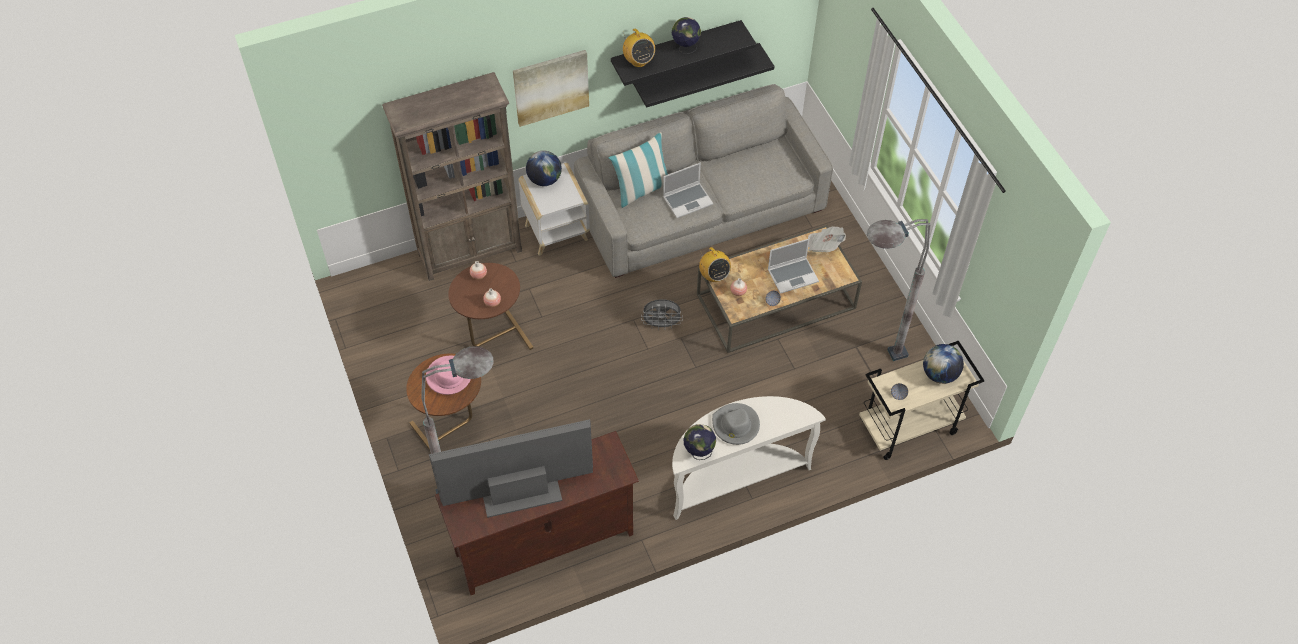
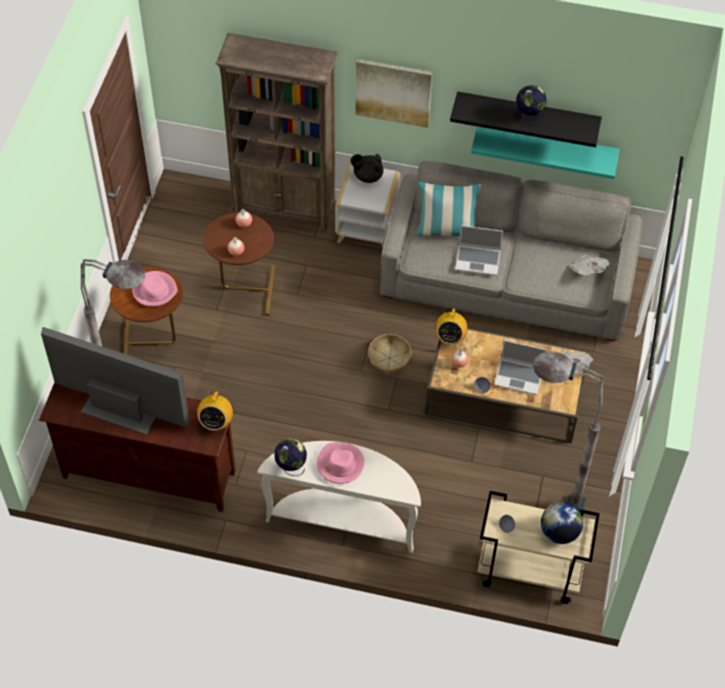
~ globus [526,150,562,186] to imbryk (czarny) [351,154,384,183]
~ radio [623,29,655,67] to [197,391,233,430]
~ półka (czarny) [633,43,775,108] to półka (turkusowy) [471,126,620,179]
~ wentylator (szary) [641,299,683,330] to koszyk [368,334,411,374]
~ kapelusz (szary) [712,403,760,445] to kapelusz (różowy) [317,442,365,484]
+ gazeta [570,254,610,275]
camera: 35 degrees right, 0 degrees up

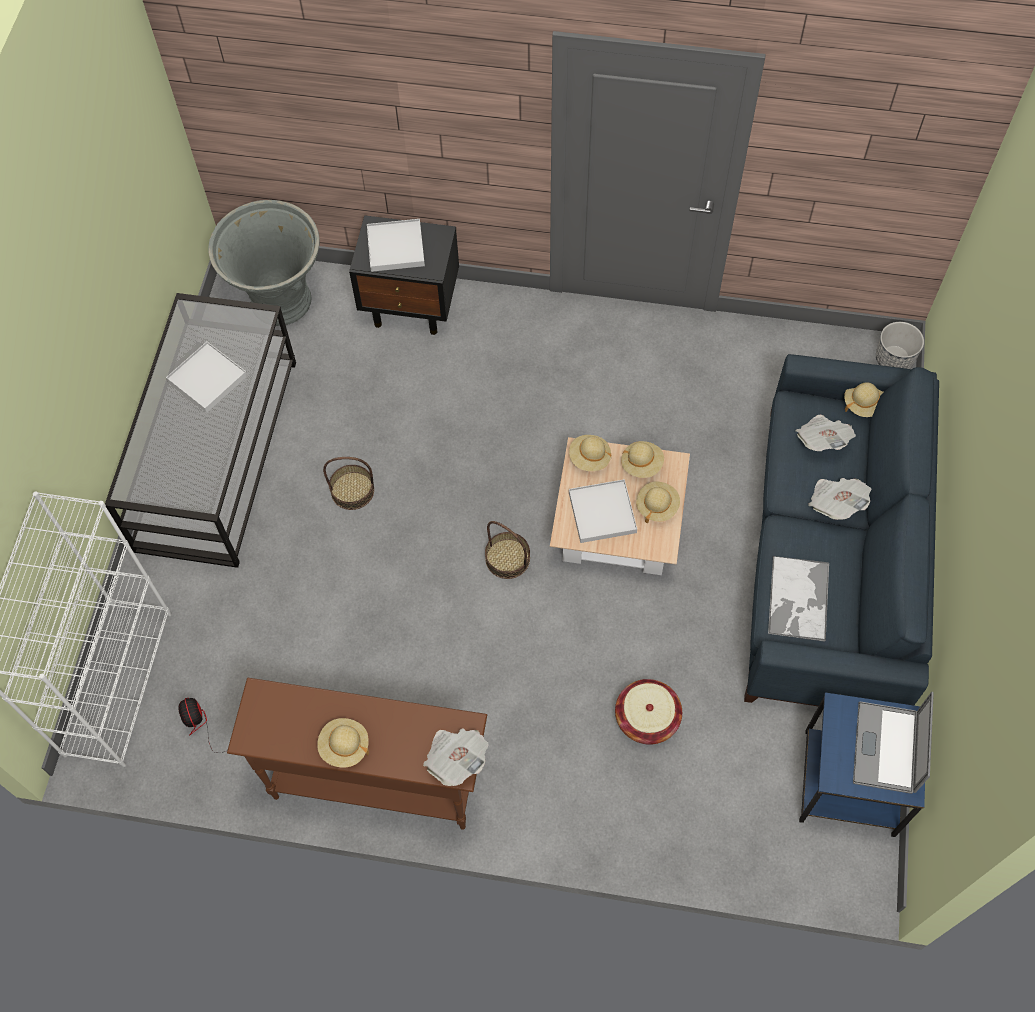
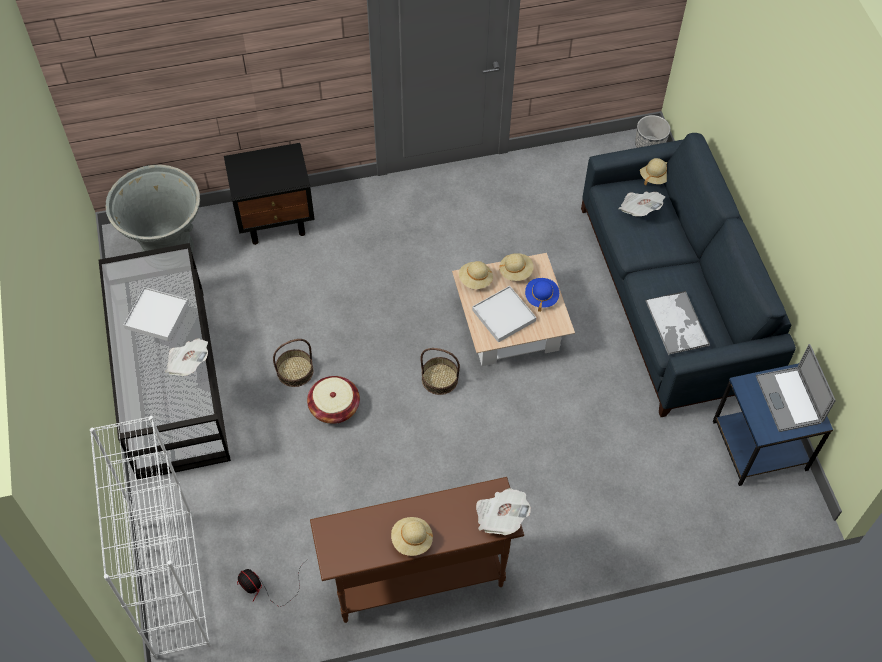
- taca (biały) [367,219,425,272]
~ koszyk [615,679,682,745] to [307,376,360,424]
~ kapelusz (beżowy) [636,482,680,523] to kapelusz (niebieski) [525,278,559,312]
~ gazeta [808,478,872,520] to [165,338,208,376]
camera: 25 degrees left, 5 degrees down

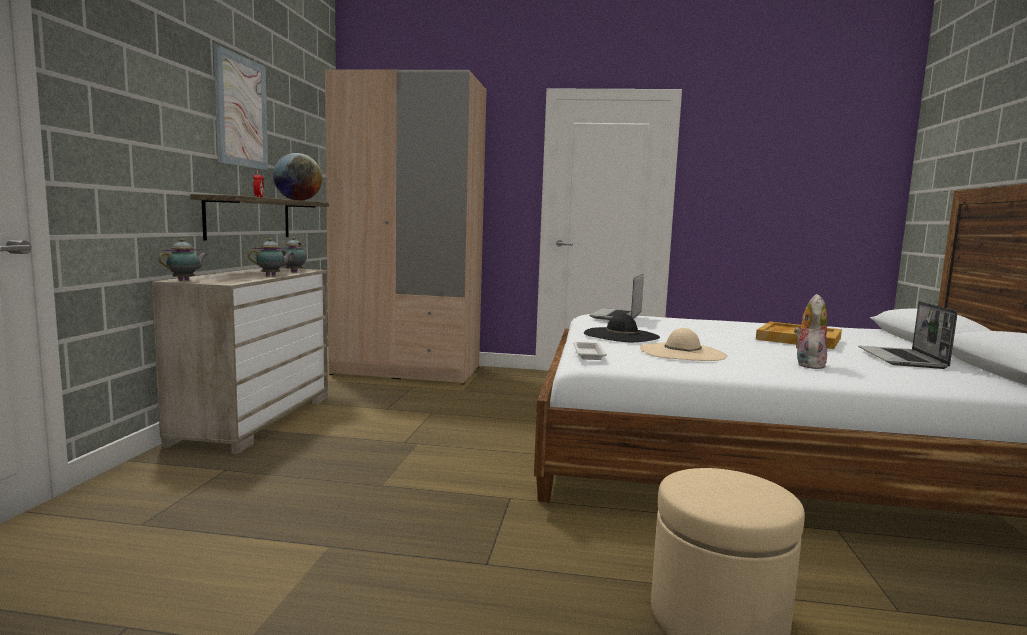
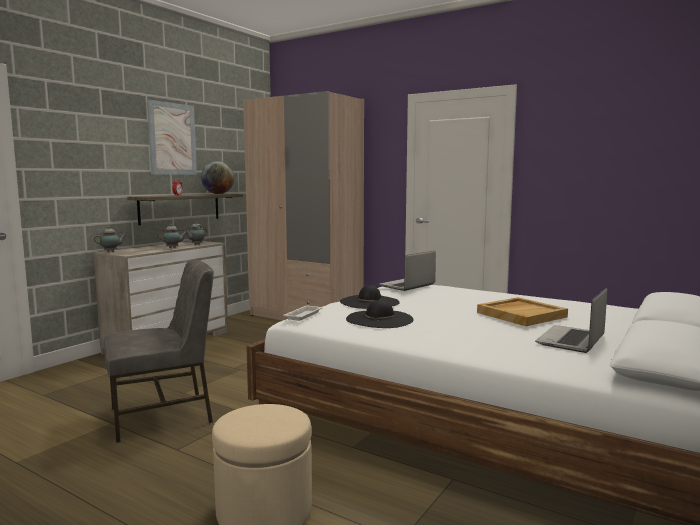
~ kapelusz (beżowy) [640,328,727,361] to kapelusz (czarny) [346,300,413,328]
- pluszak [794,294,827,369]
+ krzesło (szary) [104,259,214,443]
camera: 25 degrees right, 0 degrees up

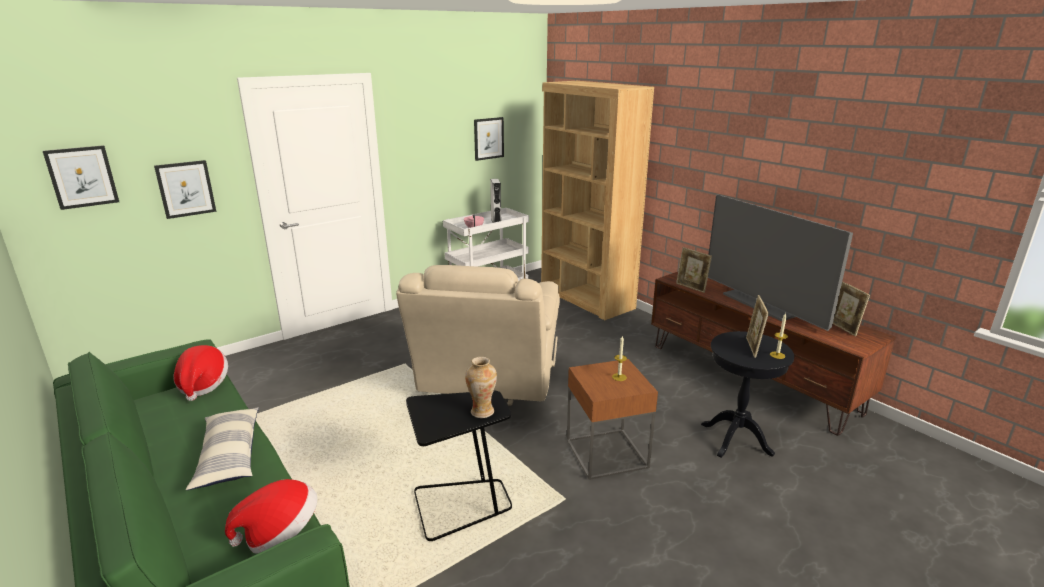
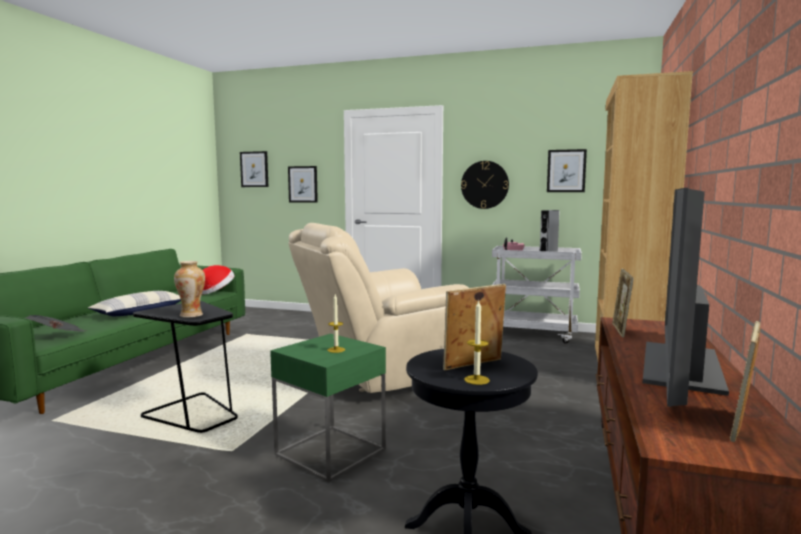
~ kapelusz [225,479,317,554] to gazeta [25,315,86,332]
~ stolik (brązowy) [567,359,658,480] to stolik (zielony) [270,334,386,483]
+ zegar ścienny [461,161,509,209]
camera: 55 degrees right, 15 degrees down

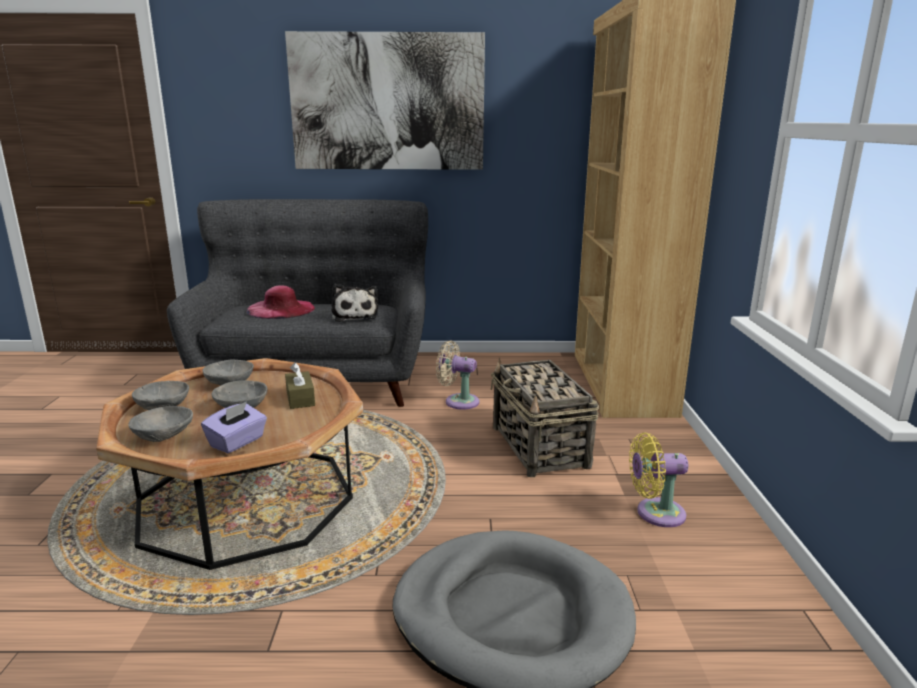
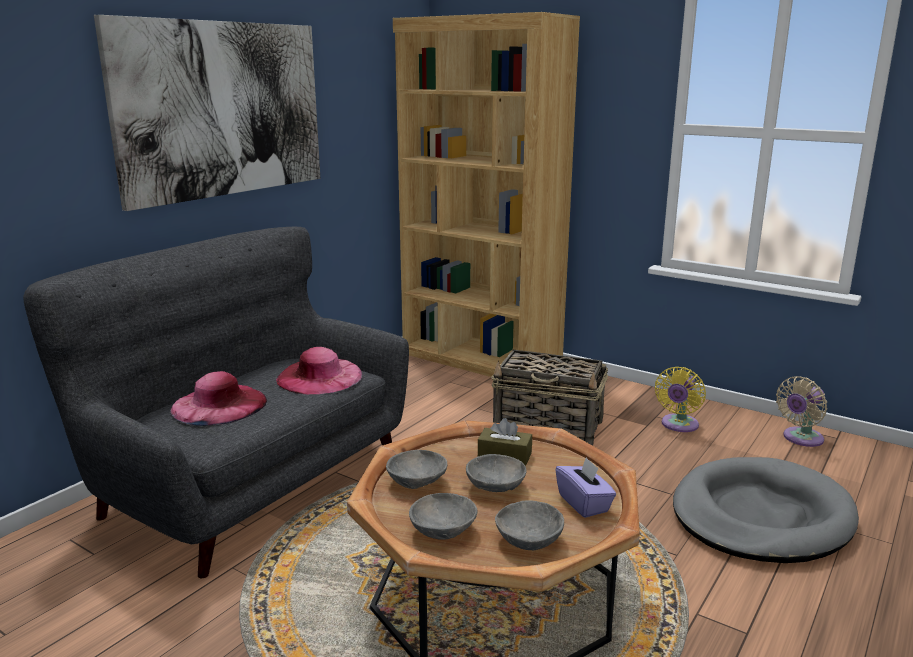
~ pluszak [331,284,379,322] to kapelusz (różowy) [276,347,362,394]
~ wentylator (beżowy) [436,340,479,410] to [776,376,827,447]
camera: 55 degrees left, 0 degrees up

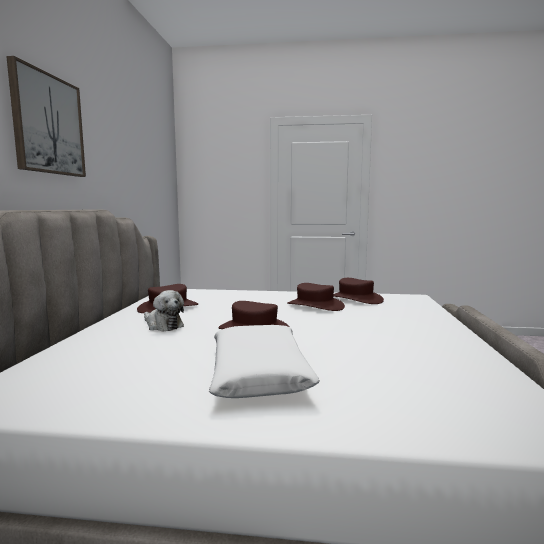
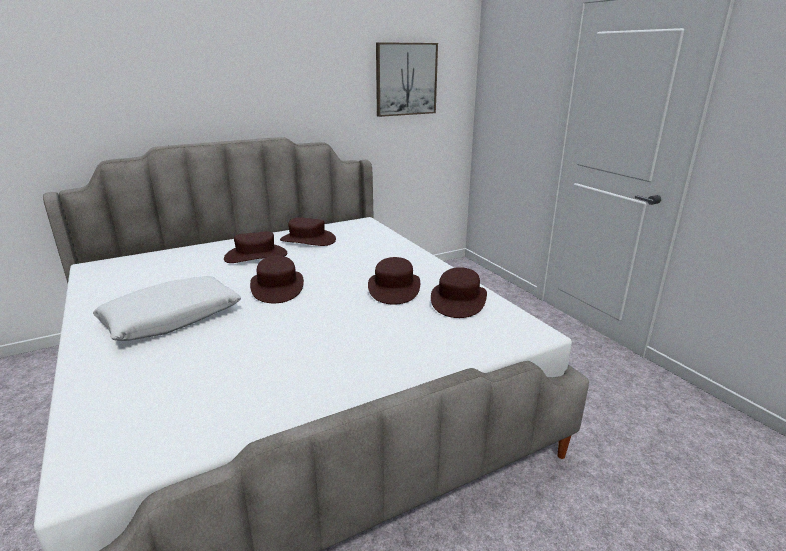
~ obraz [6,56,86,177] to [376,42,438,117]
~ pluszak [144,290,184,331] to kapelusz (brązowy) [224,231,287,263]
camera: 55 degrees right, 15 degrees up

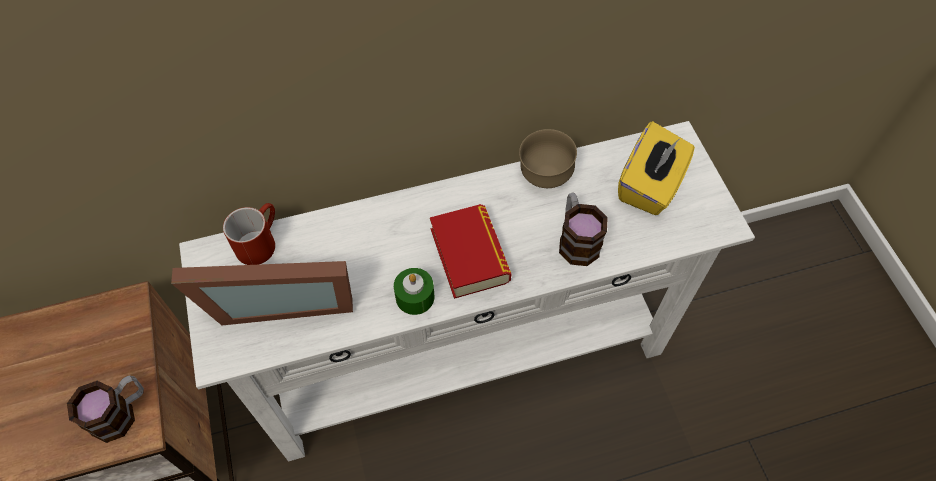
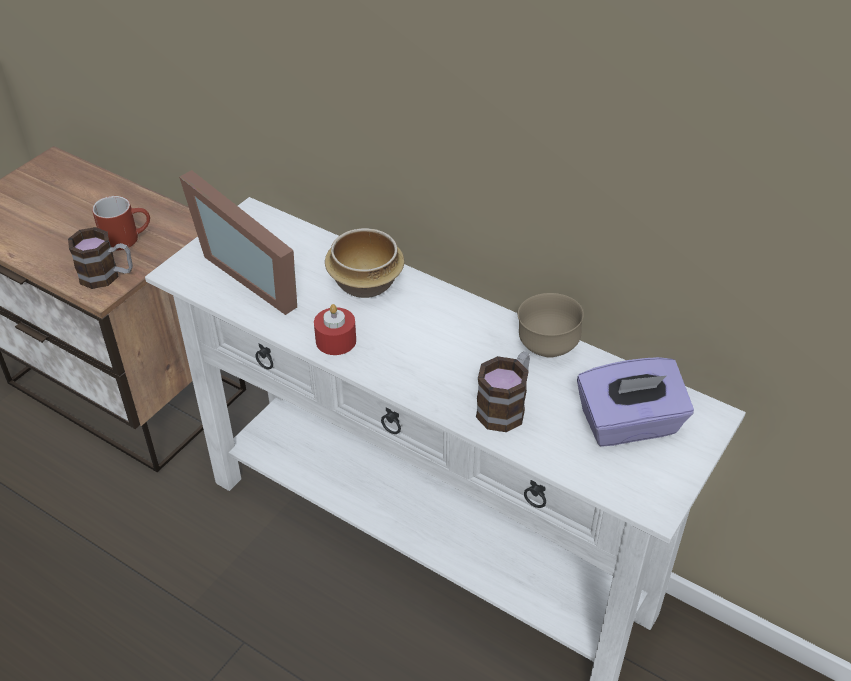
~ kubek (czerwony) [223,203,275,265] to [92,196,150,251]
~ świeca (zielony) [394,268,434,315] to świeca (czerwony) [314,304,356,355]
- książka [430,204,511,299]
~ pudełko chusteczek (żółty) [618,121,695,215] to pudełko chusteczek (fioletowy) [577,357,694,447]
+ miska [325,228,404,298]
camera: 50 degrees right, 15 degrees down

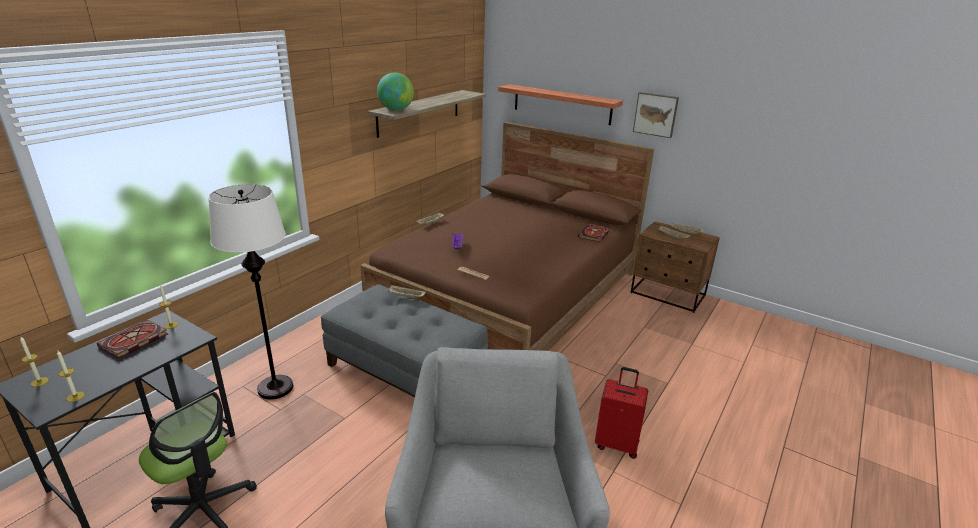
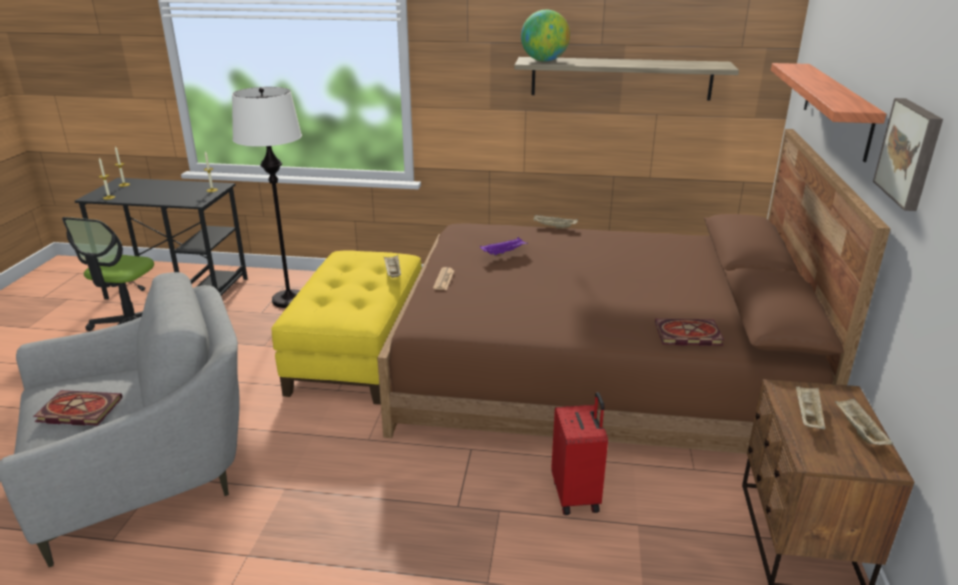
~ książka [97,320,168,359] to [33,390,122,426]
~ pufa (szary) [321,284,488,397] to pufa (żółty) [271,251,422,405]
~ walizka (czerwony) [595,367,648,459] to [551,392,608,515]
camera: 65 degrees right, 0 degrees up

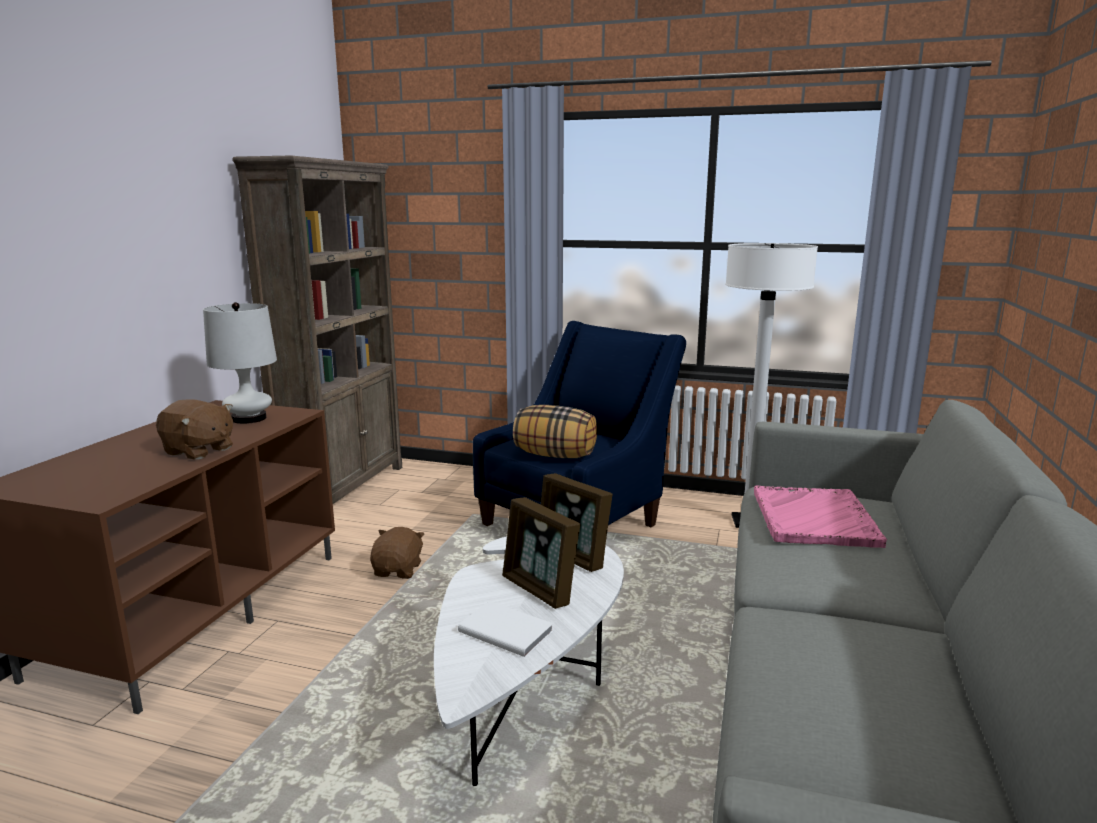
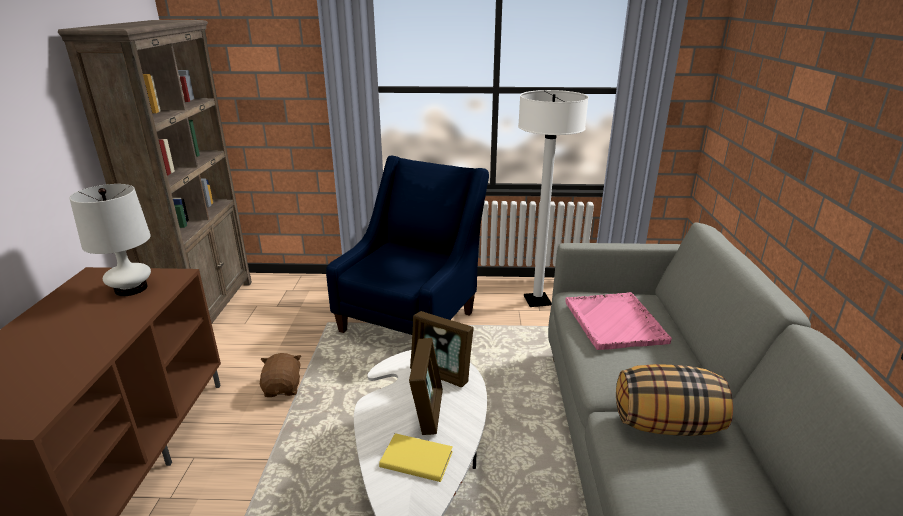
- pluszak (brązowy) [156,399,233,460]
~ książka (biały) [458,601,553,657] to książka (żółty) [379,433,453,482]
~ ramka na zdjęcie [502,497,580,609] = [409,338,443,435] 120 degrees counterclockwise
~ poduszka [513,405,597,458] to [616,364,733,436]
camera: 15 degrees left, 10 degrees up

